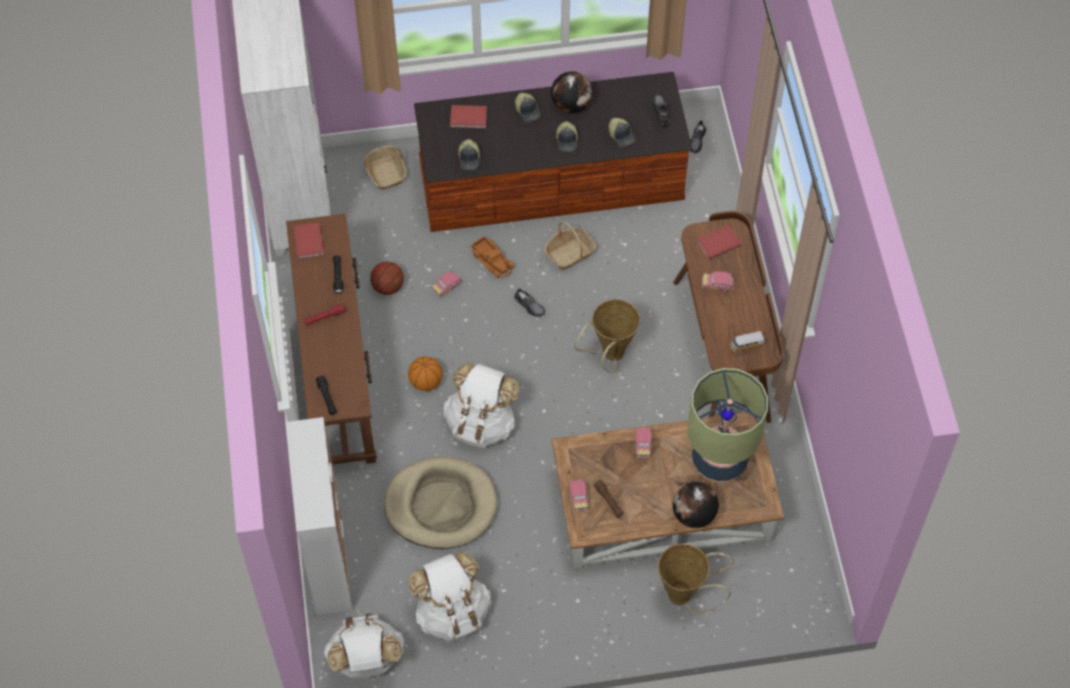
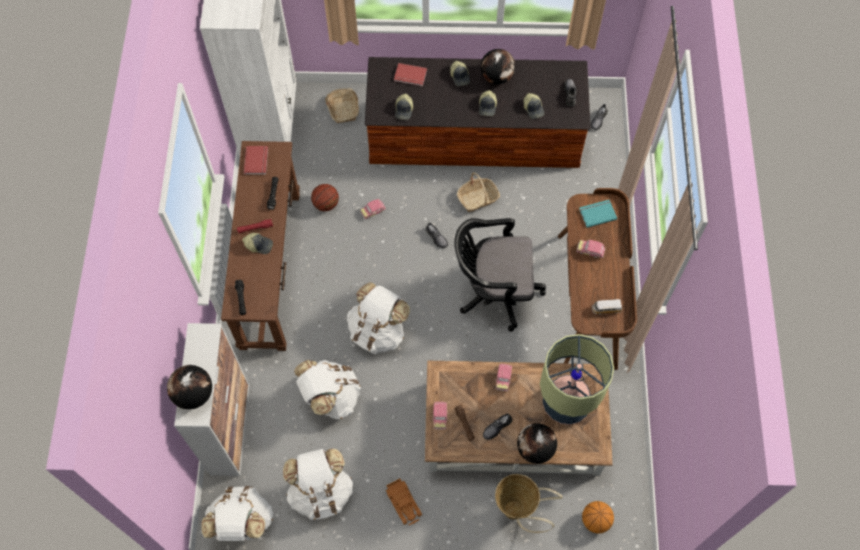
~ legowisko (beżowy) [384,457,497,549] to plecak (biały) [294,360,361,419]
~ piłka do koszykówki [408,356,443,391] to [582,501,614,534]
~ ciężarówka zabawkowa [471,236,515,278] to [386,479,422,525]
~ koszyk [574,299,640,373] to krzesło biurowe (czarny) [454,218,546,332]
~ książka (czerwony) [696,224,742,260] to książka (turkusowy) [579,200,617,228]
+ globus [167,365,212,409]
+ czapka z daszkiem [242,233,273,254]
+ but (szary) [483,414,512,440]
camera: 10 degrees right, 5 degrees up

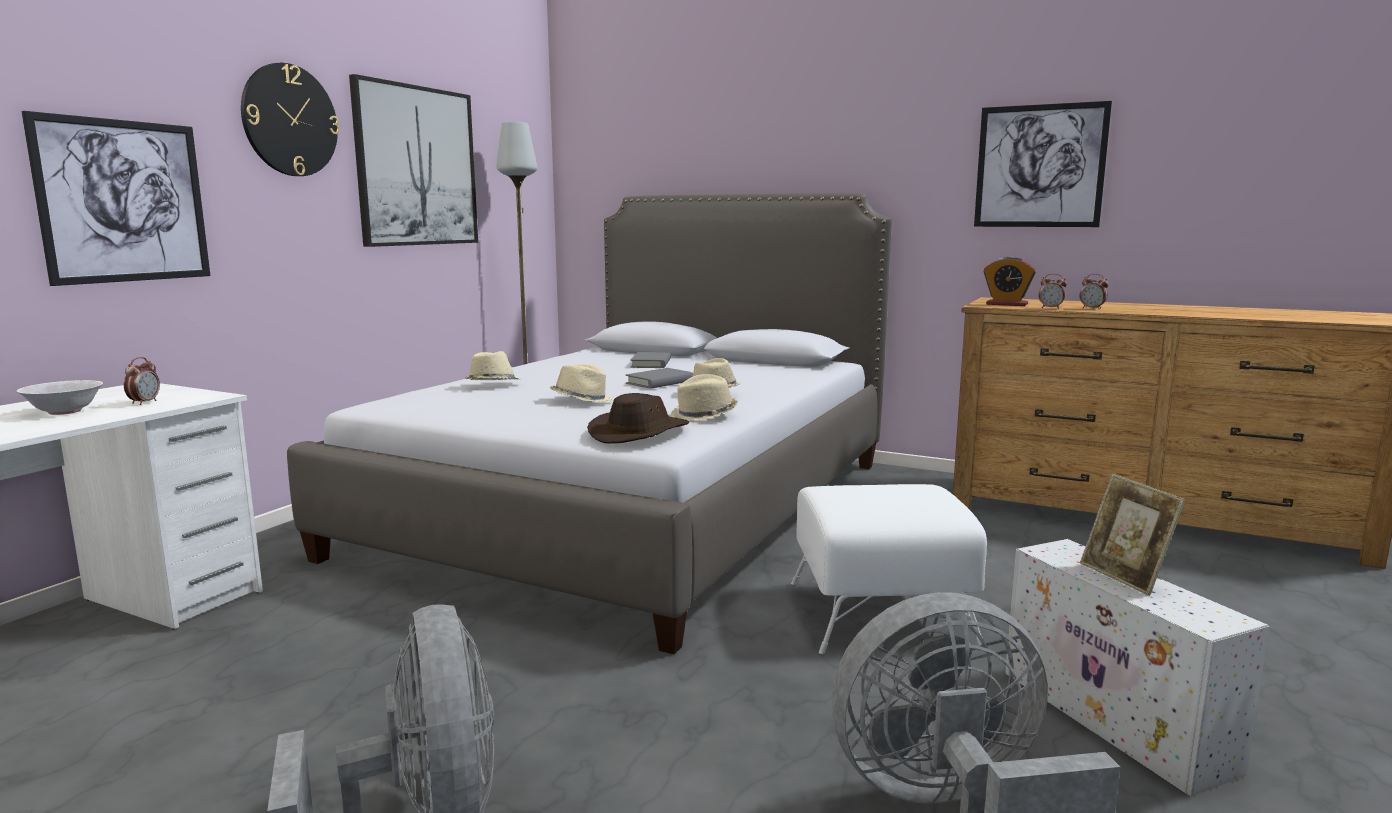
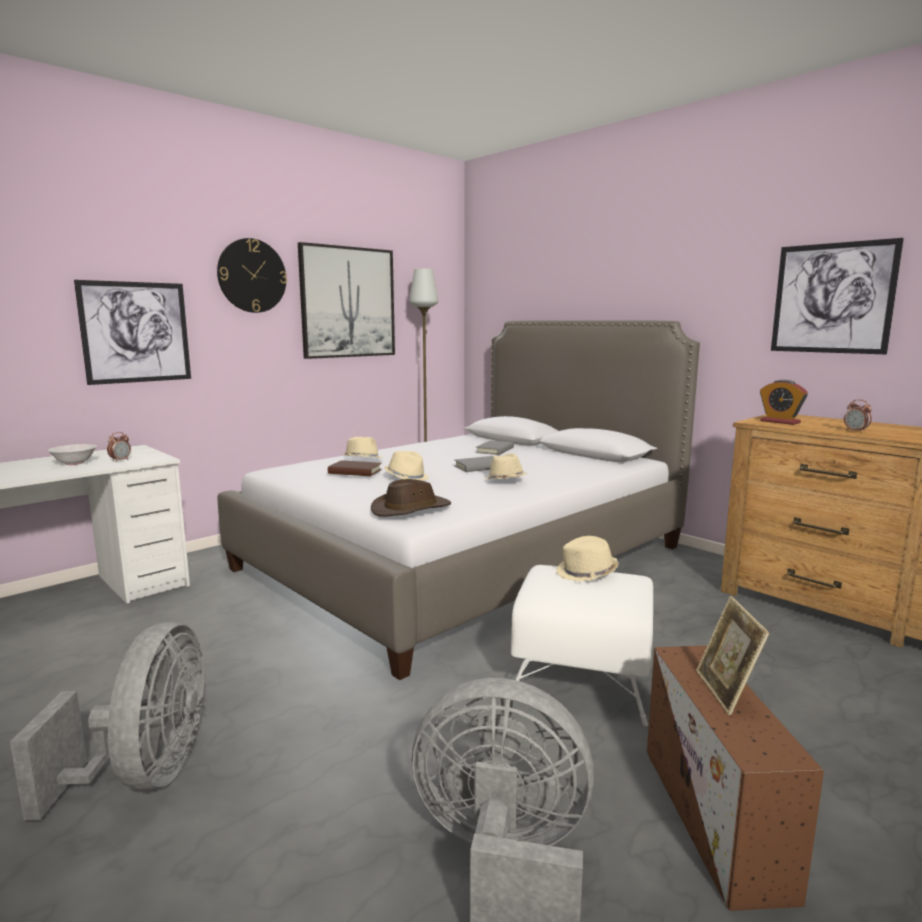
~ kapelusz (beżowy) [671,374,738,421] to [556,536,619,581]
~ pojemnik do przechowywania (biały) [1005,539,1270,796] to pojemnik do przechowywania (brązowy) [647,646,824,911]
- budzik [1039,274,1067,309]
+ książka (brązowy) [328,460,382,476]
camera: 20 degrees right, 0 degrees up

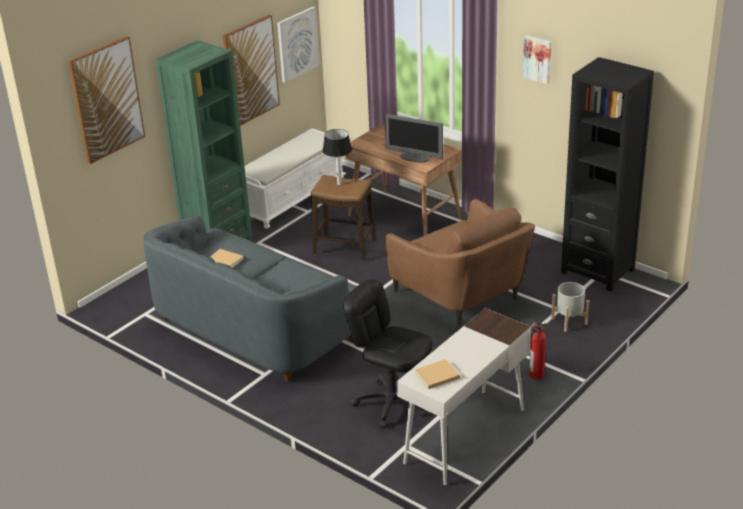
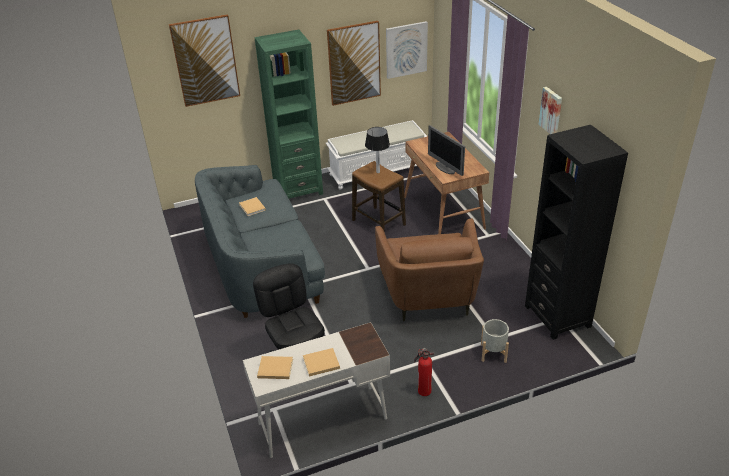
+ książka (beżowy) [303,348,340,376]
camera: 30 degrees right, 5 degrees up

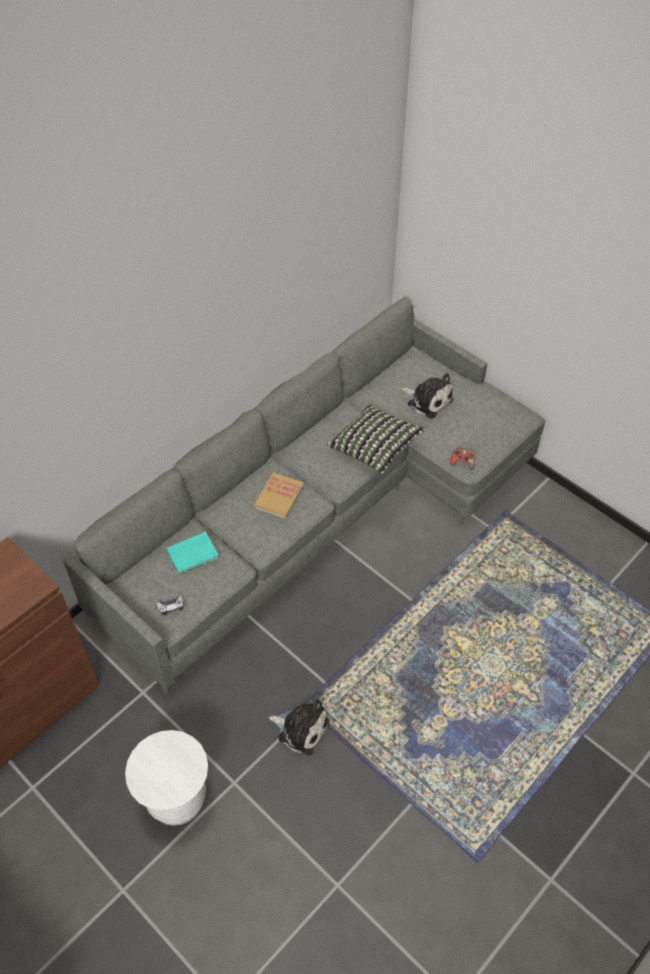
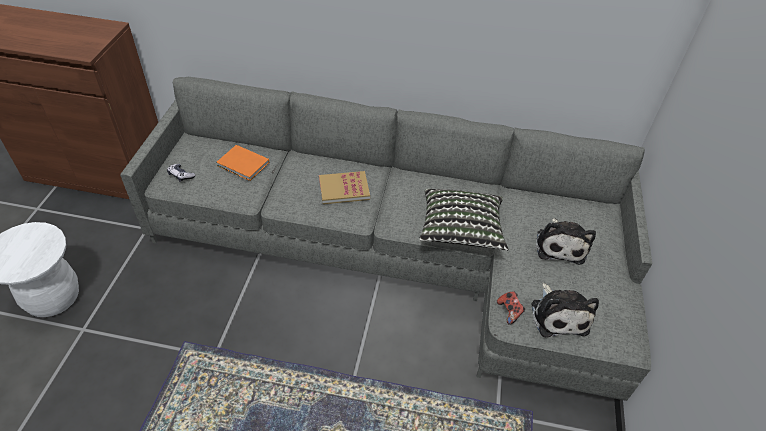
~ książka (turkusowy) [167,532,219,575] to książka (pomarańczowy) [216,145,269,181]
~ pluszak [268,699,330,755] to [531,282,599,337]
camera: 55 degrees right, 5 degrees down

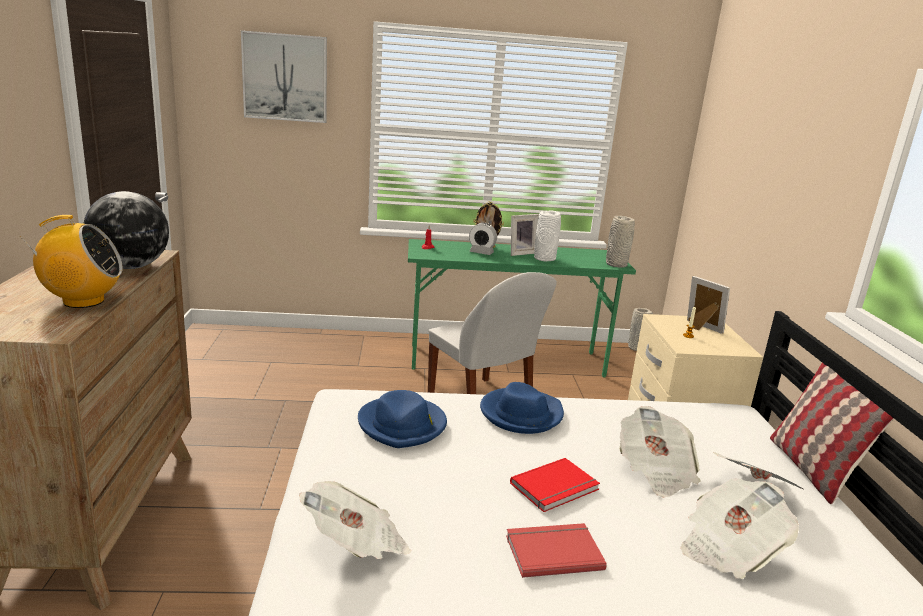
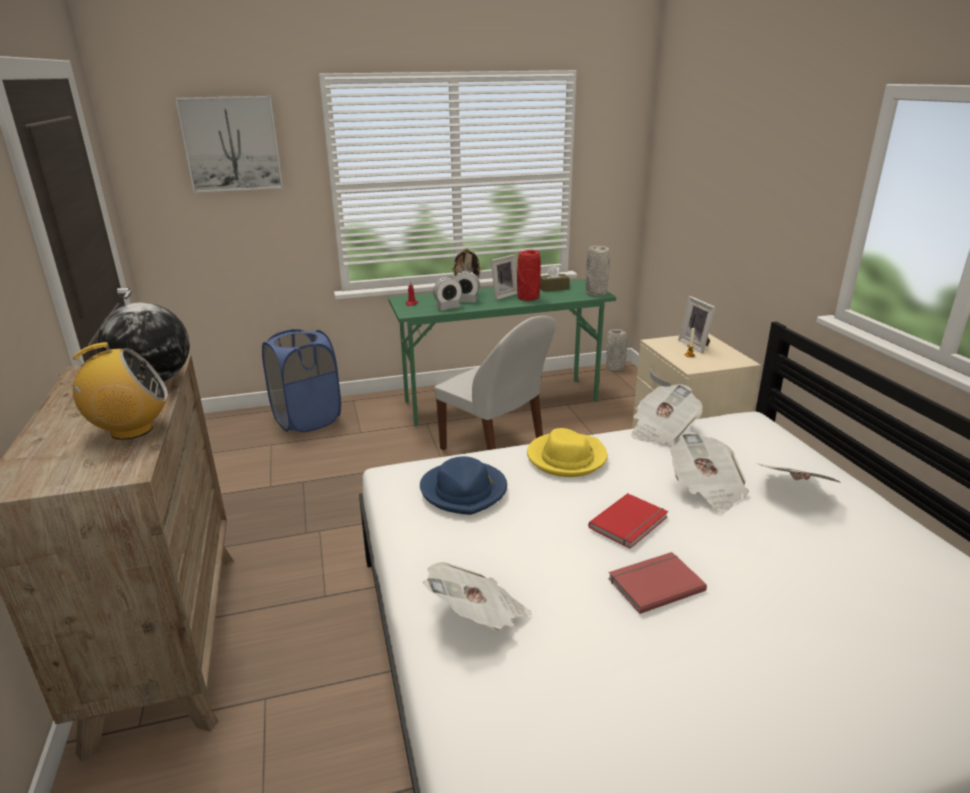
~ kapelusz (niebieski) [480,382,564,434] to kapelusz (żółty) [527,428,607,477]
~ wazon (biały) [534,211,561,261] to wazon (czerwony) [517,250,541,301]
~ gazeta [681,478,799,579] to [631,384,703,444]
~ ramka na zdjęcie [687,276,730,334] = [678,296,716,353] 150 degrees counterclockwise
- poduszka [770,363,894,504]
+ kosz na pranie (niebieski) [262,329,341,433]
+ budzik [433,277,462,310]
+ pudełko chusteczek (brązowy) [540,265,570,292]
camera: 10 degrees left, 5 degrees up

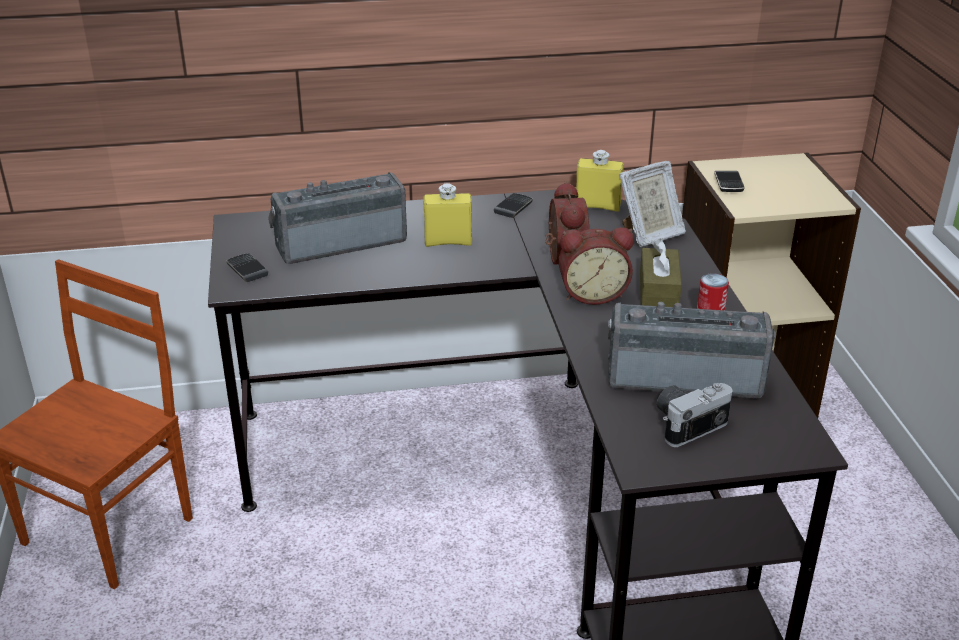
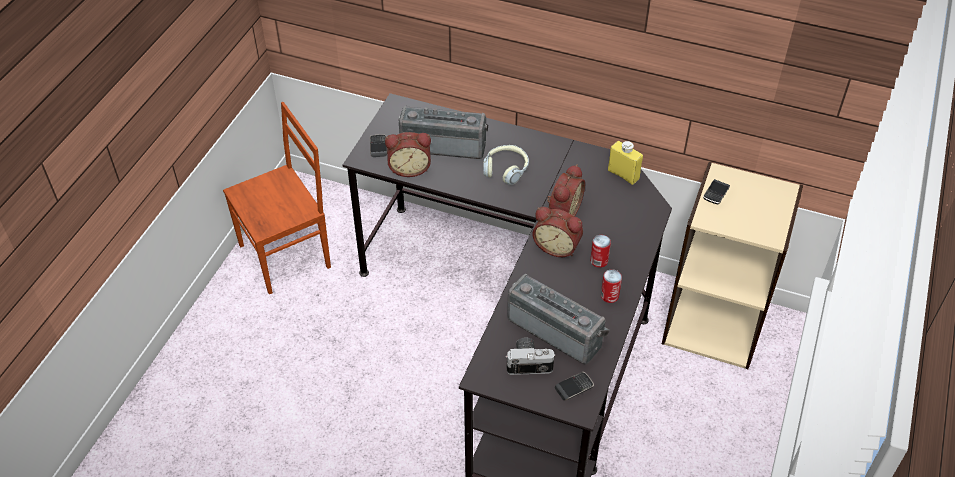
~ butelka (żółty) [423,183,472,247] to słuchawki [483,145,529,185]
~ telefon [494,193,533,218] to [555,372,594,400]
- ramka na zdjęcie [619,161,686,247]
~ pudełko chusteczek (brązowy) [640,239,682,307] to puszka [590,235,611,268]
+ budzik [385,132,431,177]
camera: 30 degrees right, 15 degrees up

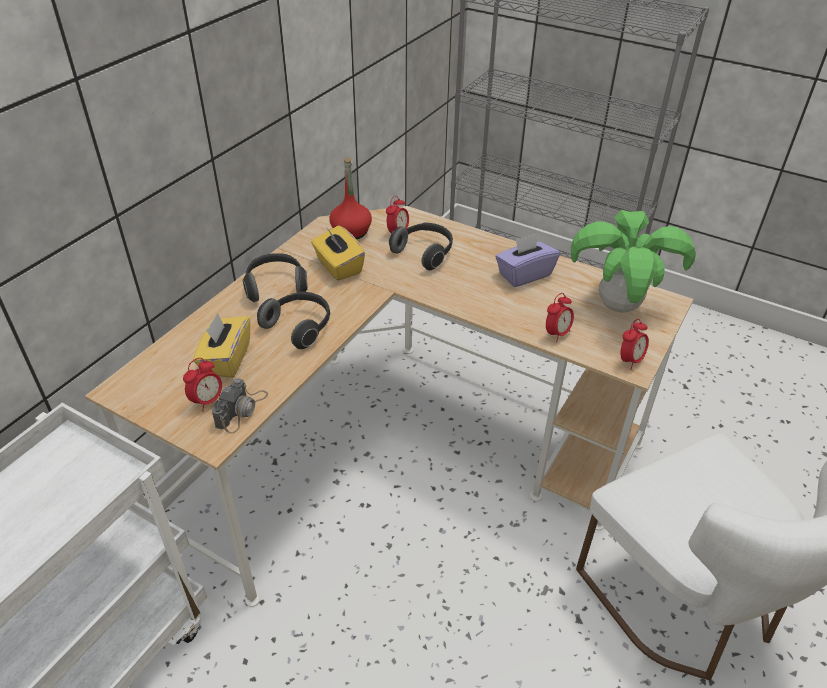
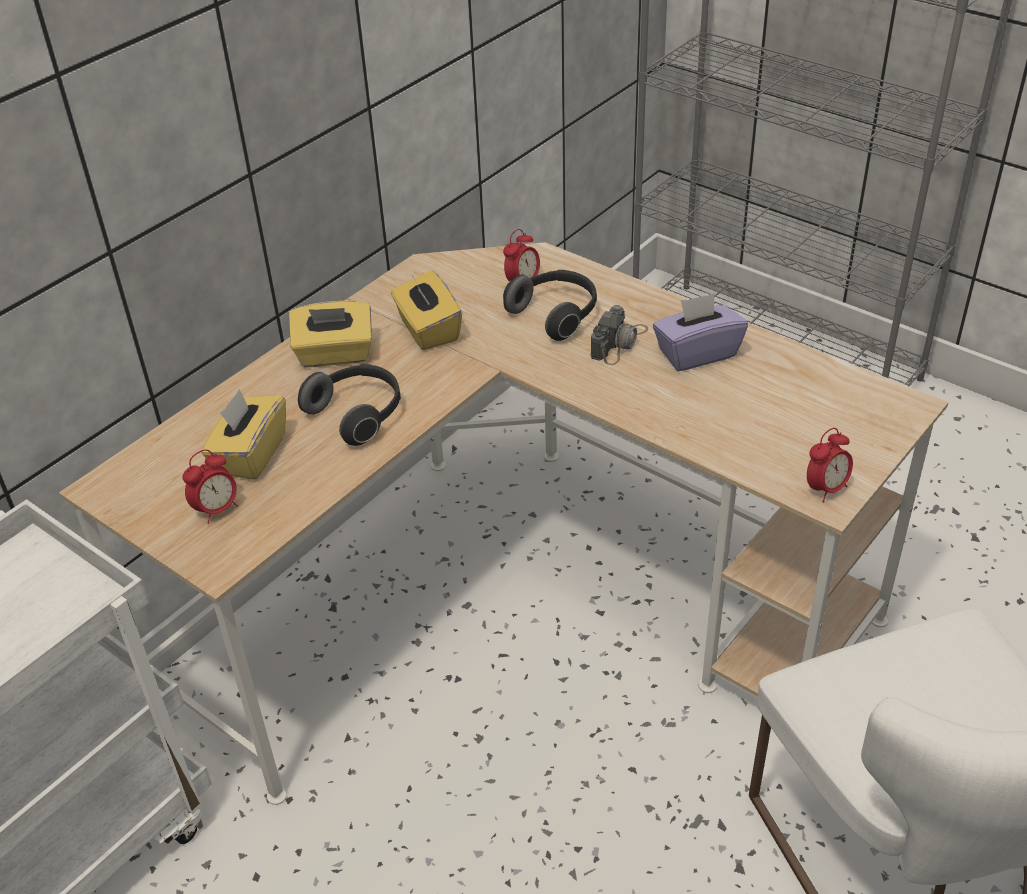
~ aparat fotograficzny [212,378,268,434] to [591,305,648,365]
~ słuchawki [243,253,308,302] to pudełko chusteczek (żółty) [289,301,372,367]
- butelka (czerwony) [329,157,372,240]
- budzik [546,293,574,342]
- roślina doniczkowa [571,210,696,313]
camera: 10 degrees right, 0 degrees up

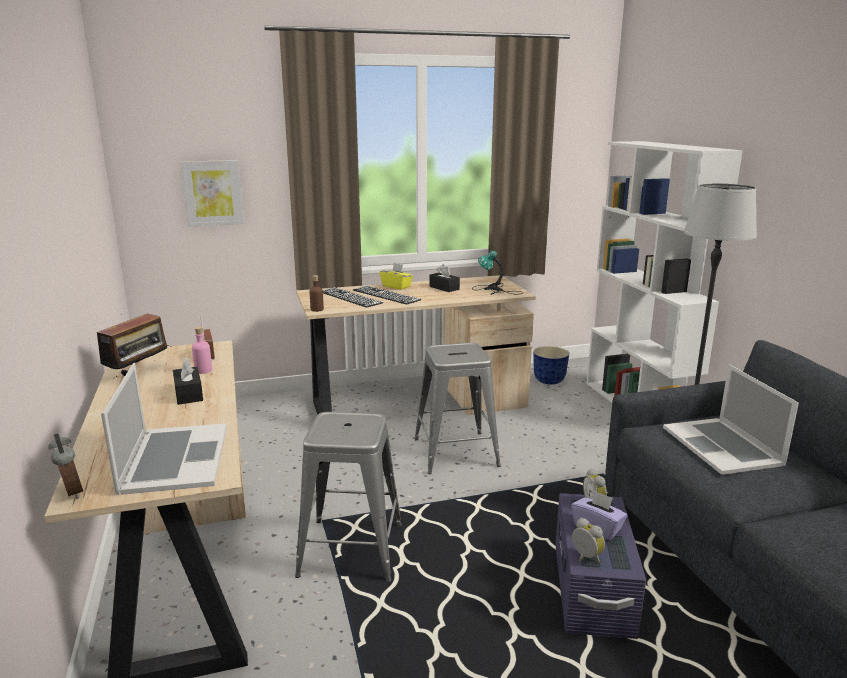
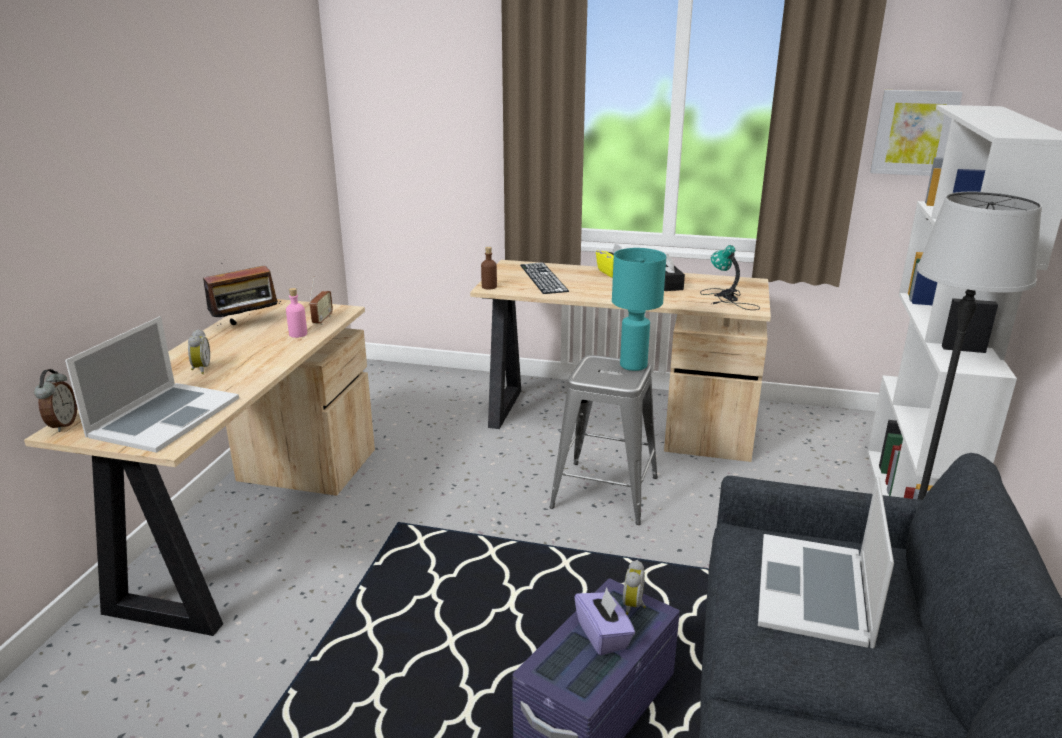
- pudełko chusteczek (czarny) [173,358,203,405]
~ obraz [180,160,244,226] to [870,90,963,176]
- stołek (szary) [295,412,402,582]
- klawiatura [353,286,421,304]
- donica [533,346,569,385]
~ budzik [572,518,605,562] to [188,329,210,374]
+ lampa stołowa (turkusowy) [612,248,666,371]
camera: 30 degrees right, 5 degrees up

